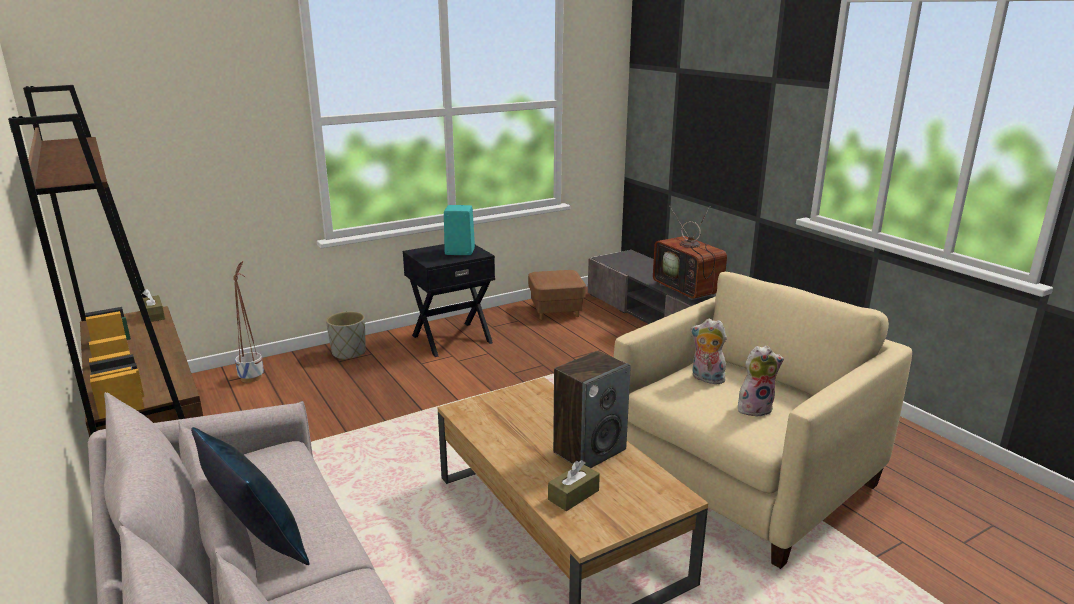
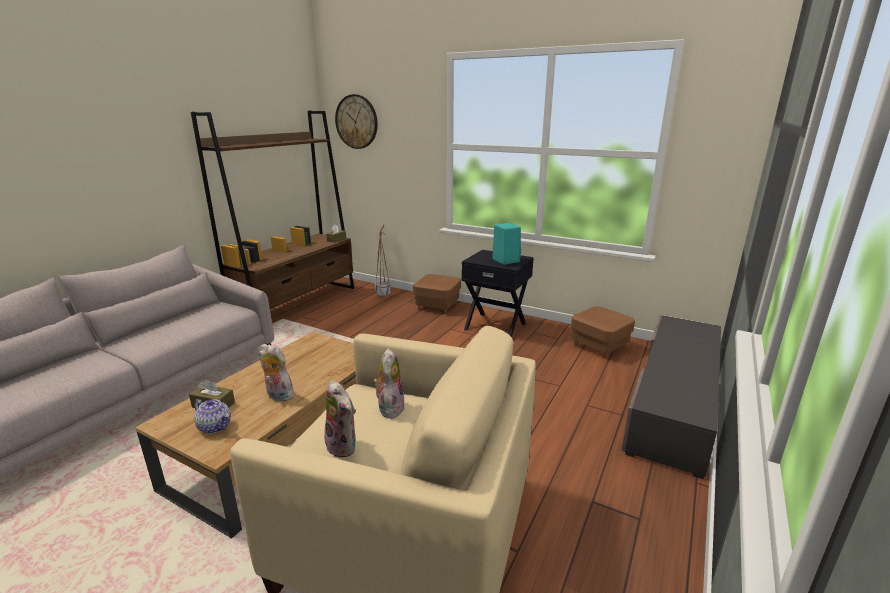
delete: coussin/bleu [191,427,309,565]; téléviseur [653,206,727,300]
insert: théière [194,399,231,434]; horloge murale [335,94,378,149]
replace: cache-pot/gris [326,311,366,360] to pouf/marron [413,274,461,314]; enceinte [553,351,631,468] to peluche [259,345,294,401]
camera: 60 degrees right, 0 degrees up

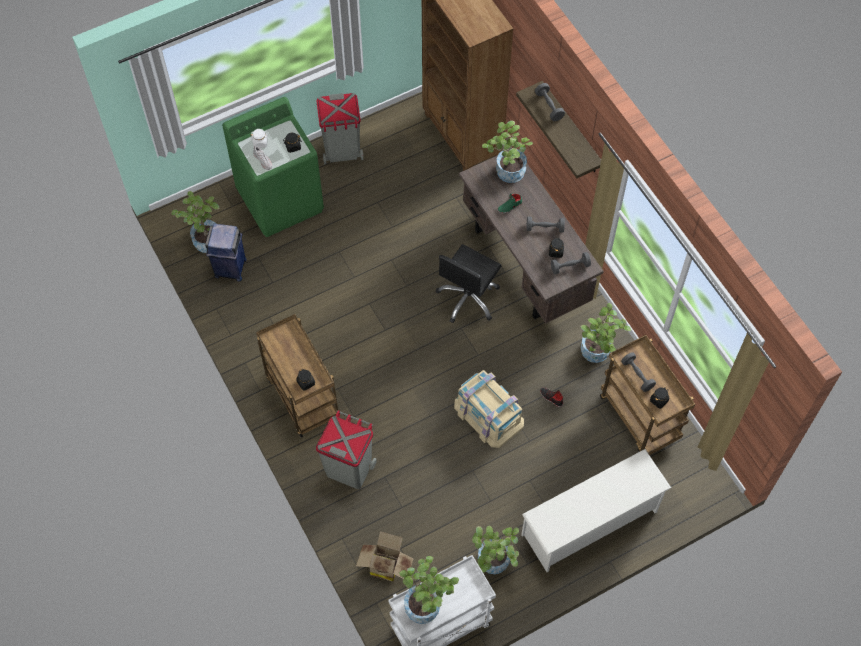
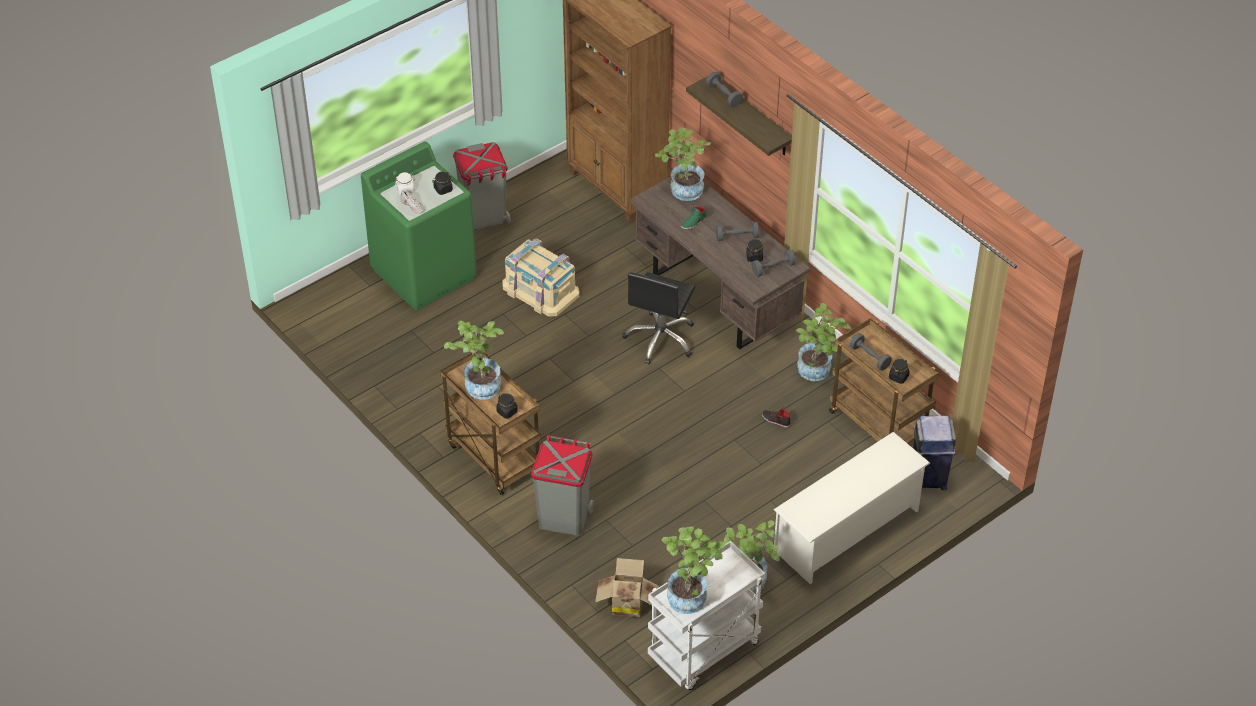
move: plante en pot [171,191,219,253] to [444,321,504,400]; poubelle/bleu [205,224,246,282] to [913,416,956,490]; boîte de rangement/beige [454,370,524,448] to [502,238,579,317]
camera: 10 degrees left, 15 degrees down

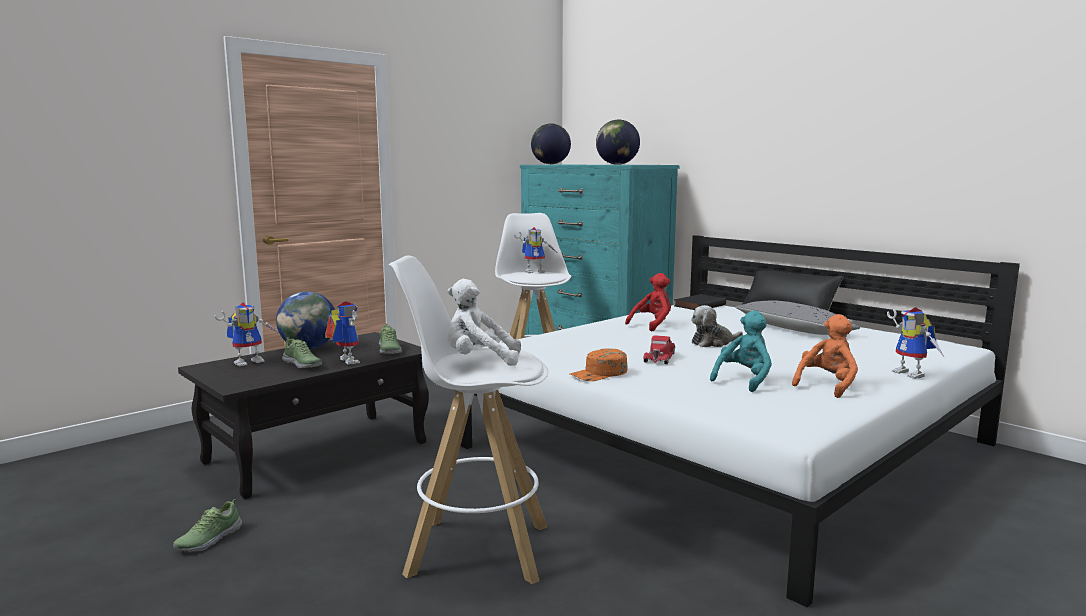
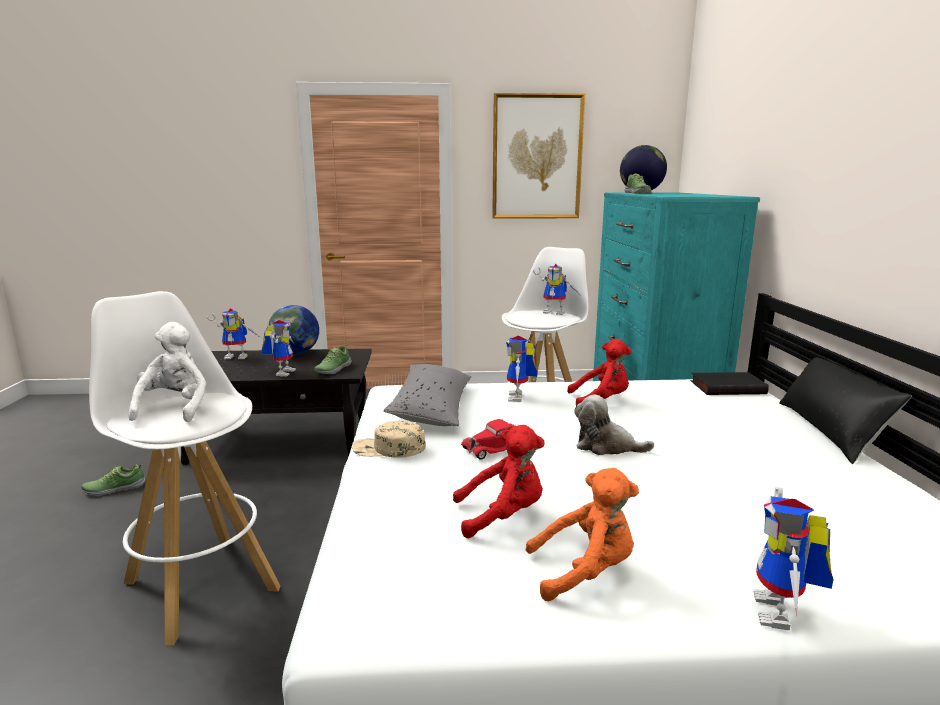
delete: globe [596,120,640,165]
insert: tableau [492,93,585,219]; robot jouet [506,336,537,402]
move: chaussure [282,337,322,368] to [624,174,652,194]; coussin/gris [735,300,860,335] to [383,364,471,426]
recolor: casquette/orange [570,348,628,381] to casquette/beige [352,421,425,458]; peluche/turquoise [710,310,772,392] to peluche/rouge [453,425,545,538]
rotate: peluche/blanc [447,279,521,366] = [128,322,206,422] 45 degrees clockwise
camera: 40 degrees right, 5 degrees up

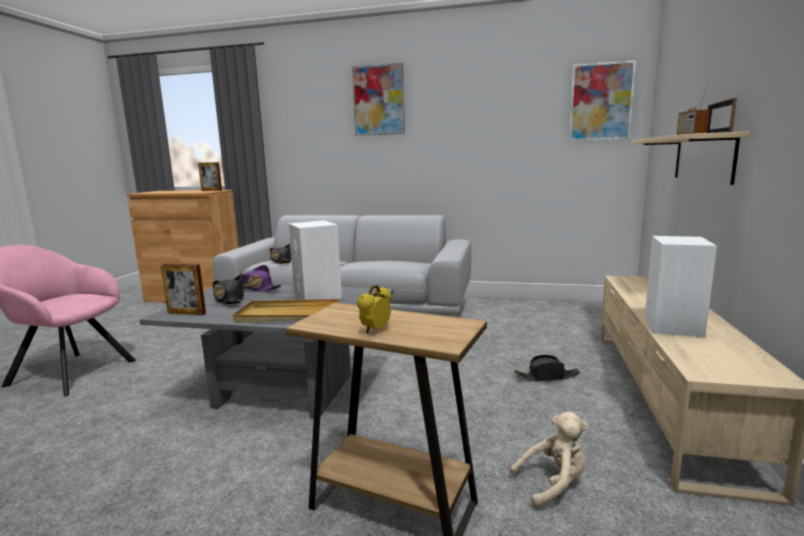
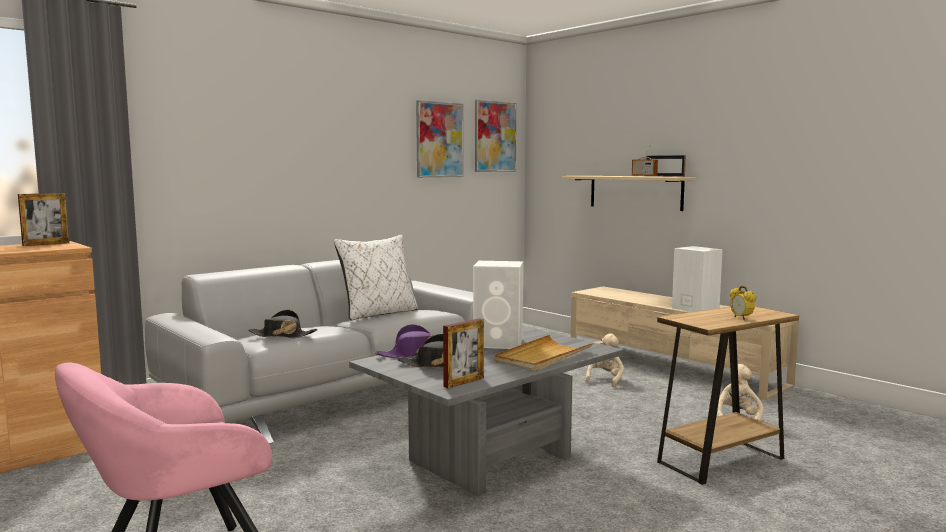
insert: coussin/blanc [334,235,418,320]
move: tableau [352,63,405,136] to [416,100,464,178]
replace: chapeau/noir [514,355,580,382] to peluche/beige [585,333,624,387]
camera: 55 degrees left, 5 degrees down

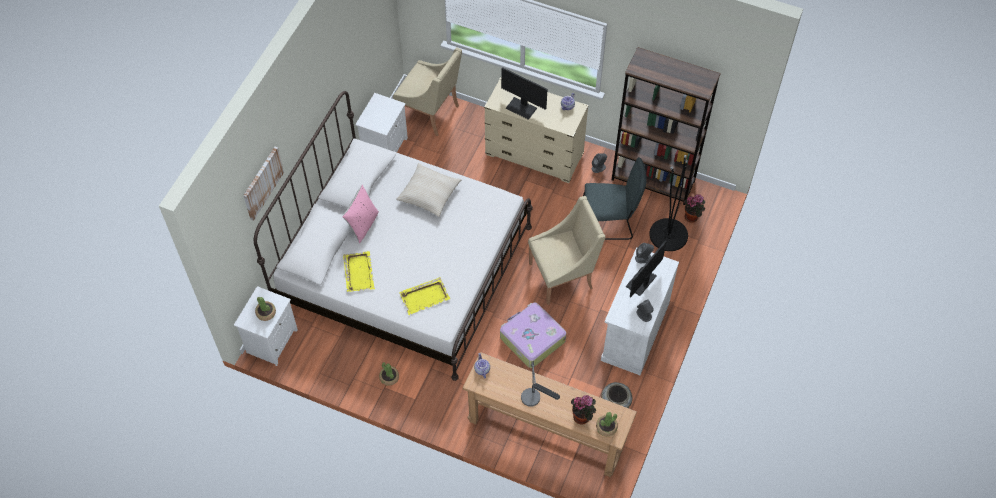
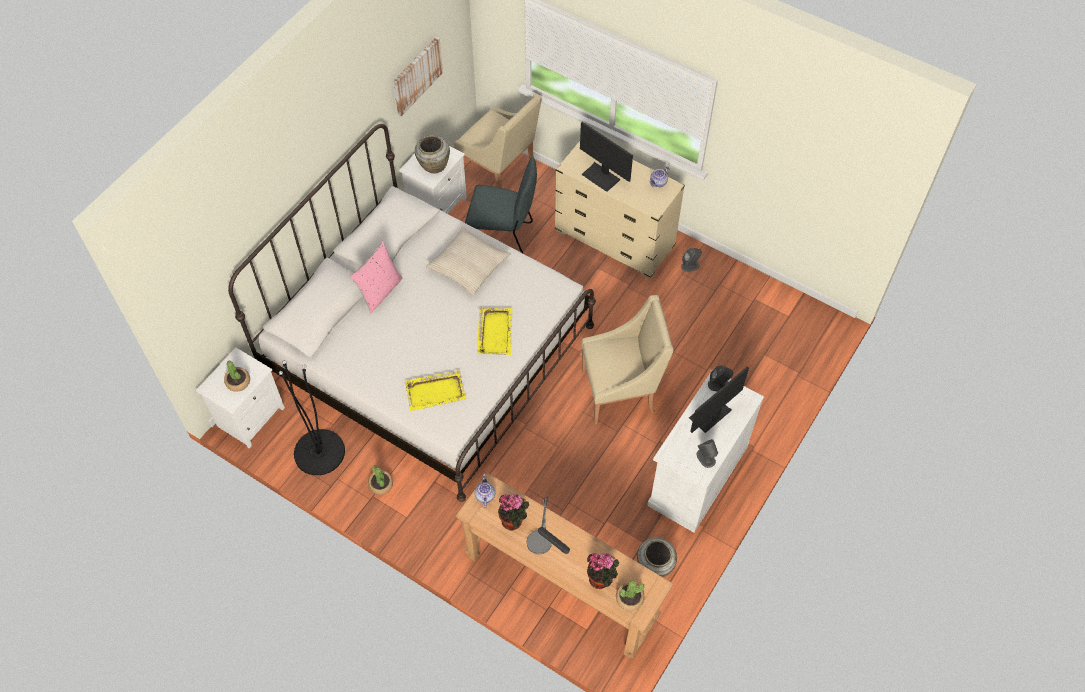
delete: valise [500,303,566,368]; bibliothèque/marron [612,47,721,205]
insert: vase/beige [415,135,450,173]
move: tableau [243,147,284,221] to [393,37,443,117]; plateau/jaune [343,251,375,292] to [477,308,512,355]; chaise/gris [583,157,647,240] to [465,157,537,253]; lampadaire/noir [649,155,688,251] to [279,360,345,475]; plante en pot [684,194,705,223] to [498,494,529,531]
camera: 10 degrees right, 0 degrees up

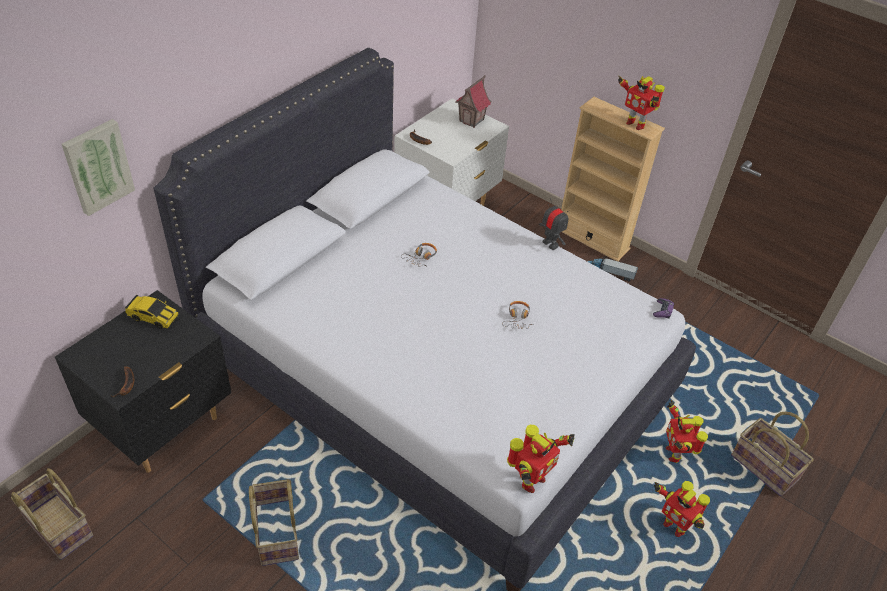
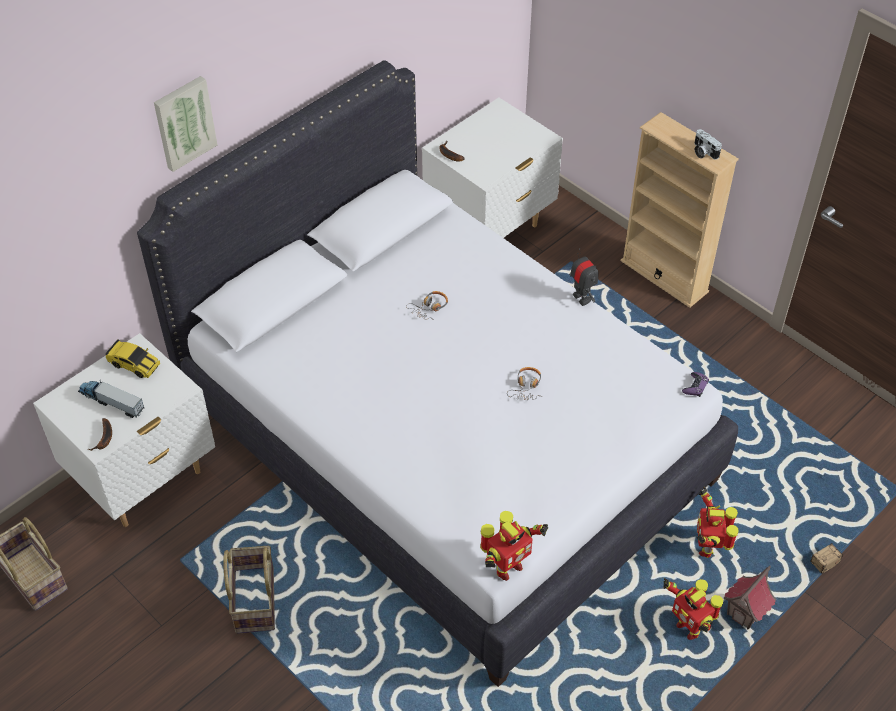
move: tableau [62,119,135,216] to [154,76,217,172]; maison miniature [455,75,491,128] to [724,566,776,629]; camion jouet [587,257,638,281] to [78,381,144,418]
replace: robot jouet [618,76,665,130] to appareil photo [694,129,722,160]; panier [731,412,814,497] to boîte de rangement [810,543,843,574]
recolor: table de chevet/noir [55,290,231,473] to table de chevet/blanc [33,333,215,527]
camera: 10 degrees right, 5 degrees up

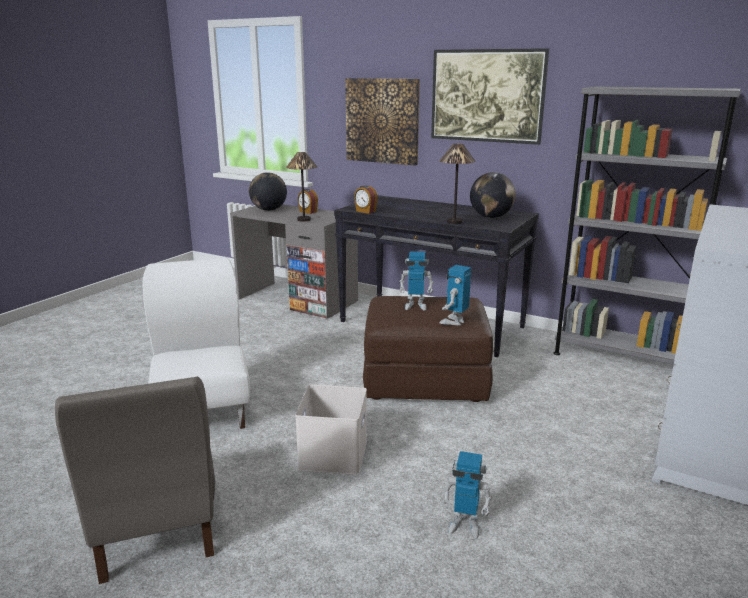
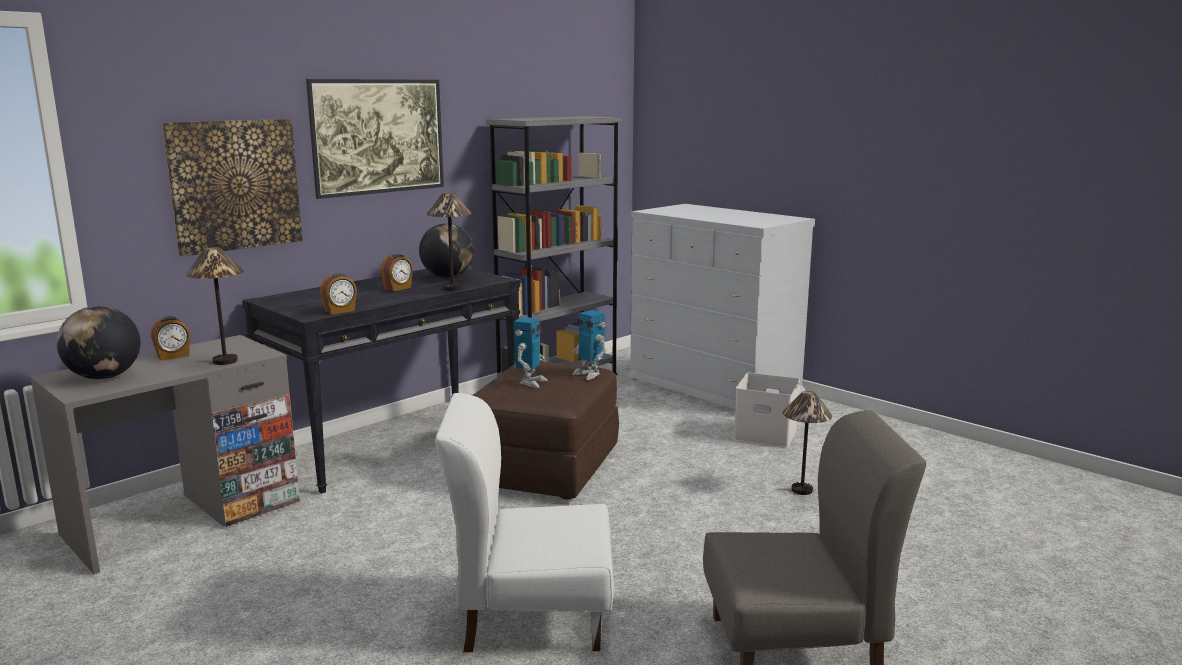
insert: réveil [381,254,413,291]
move: boîte de rangement/blanc [295,385,367,475] to [733,373,800,448]
replace: robot jouet [442,451,492,539] to lampe de table [783,391,832,495]
camera: 75 degrees left, 5 degrees down

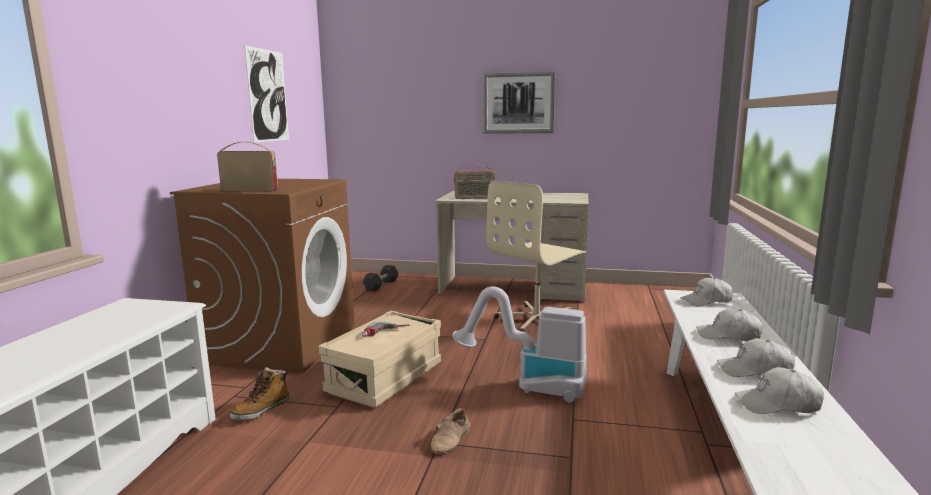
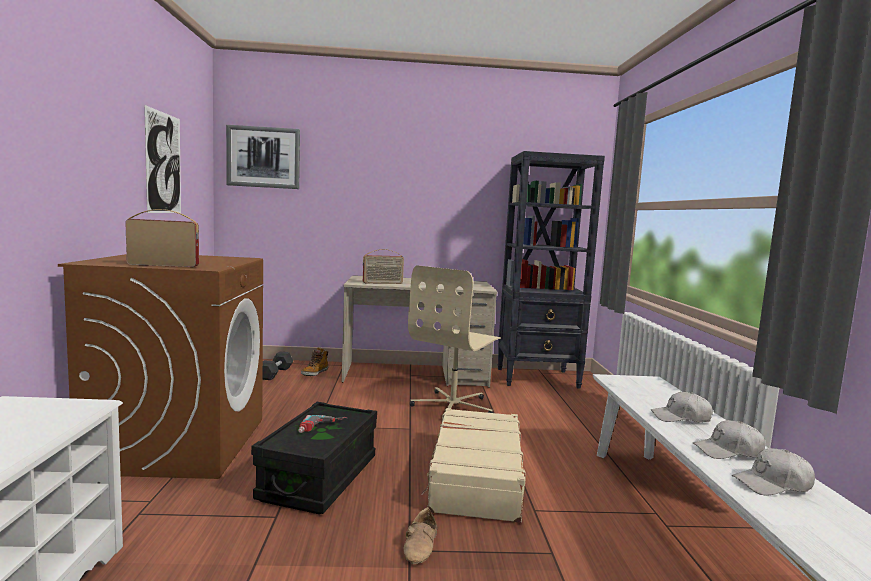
delete: casquette/blanc [680,277,733,306]
insert: bibliothèque/noir [497,151,605,389]
move: botte [230,367,290,420] to [301,347,328,376]; tableau [483,71,555,134] to [226,125,300,189]
replace: aspirateur [452,286,587,403] to valise/beige [421,408,526,523]
recolor: boîte de rangement/beige [318,311,441,408] to boîte de rangement/noir [251,402,377,514]
camera: 15 degrees left, 5 degrees down

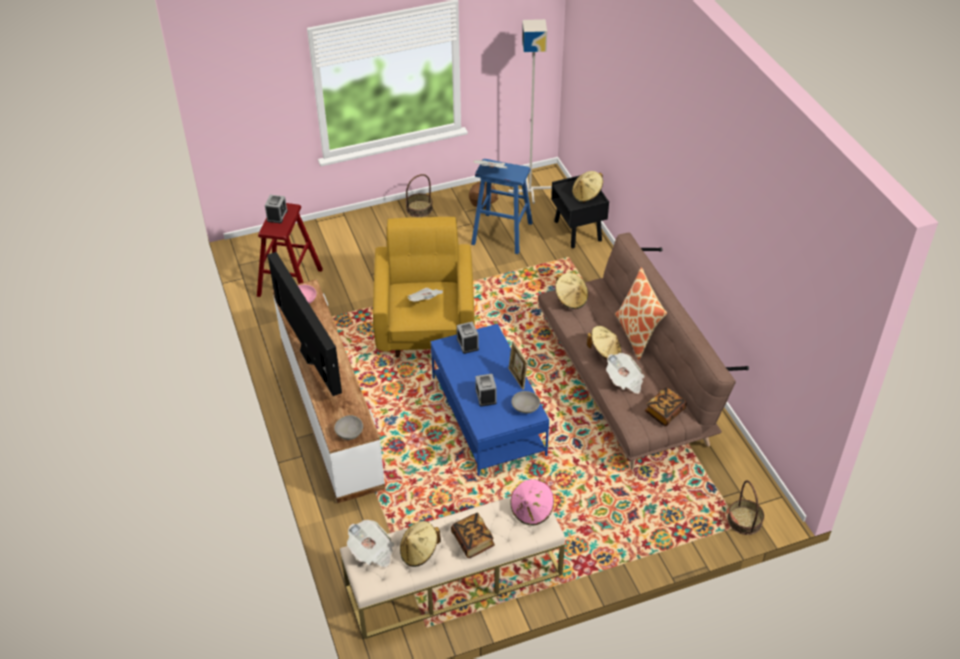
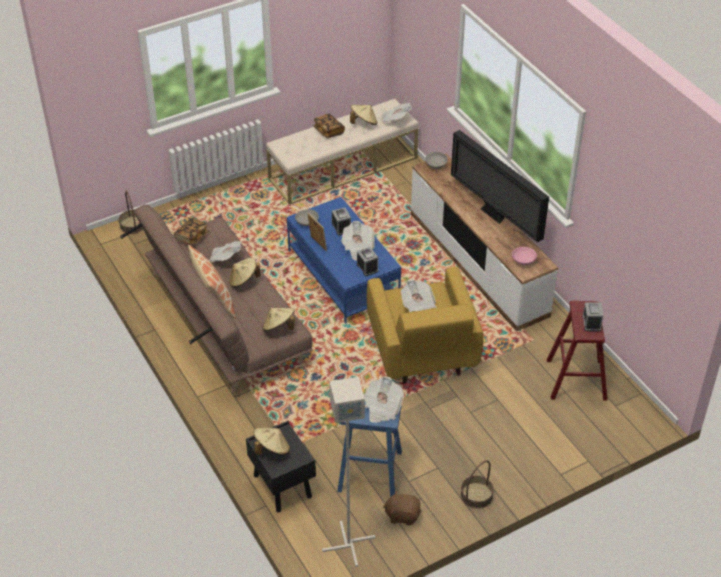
delete: chapeau/rose [511,479,554,526]
insert: journal [341,221,375,261]
camera: 170 degrees right, 0 degrees up

